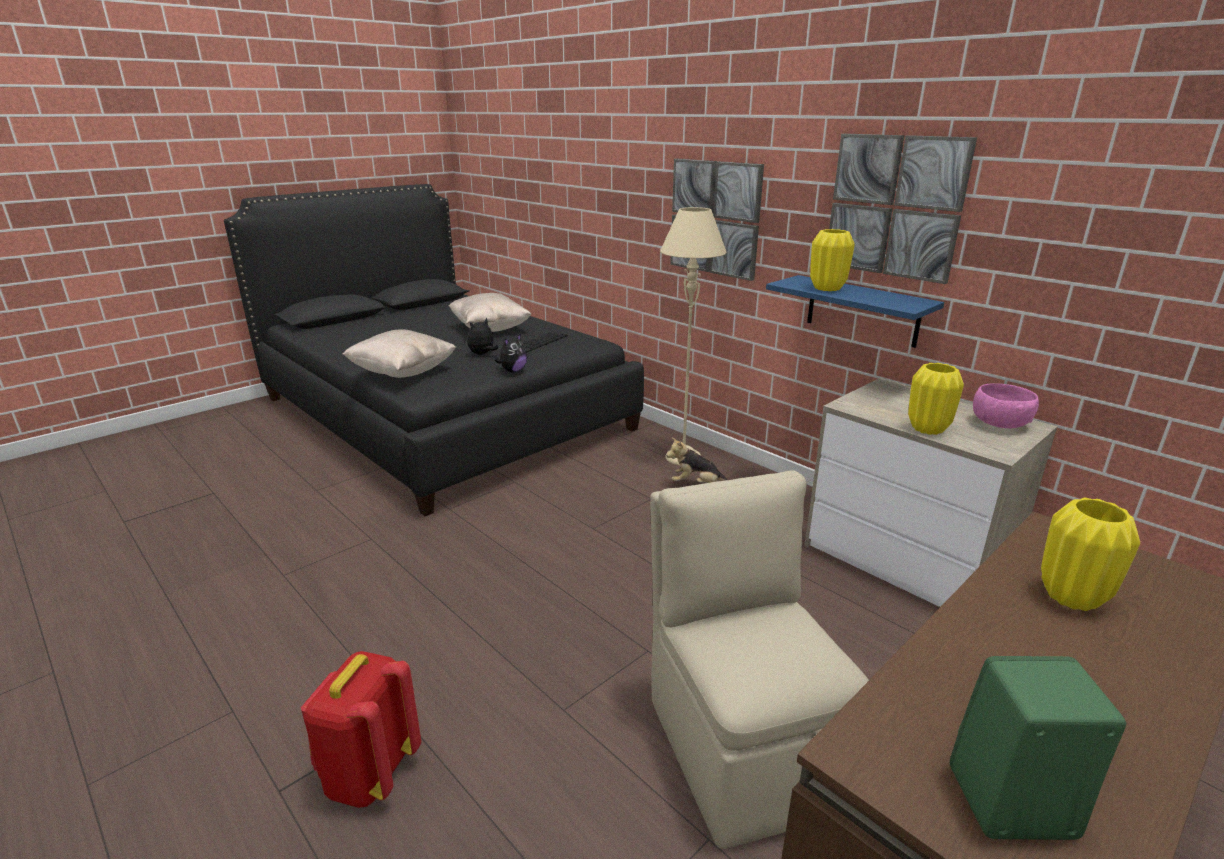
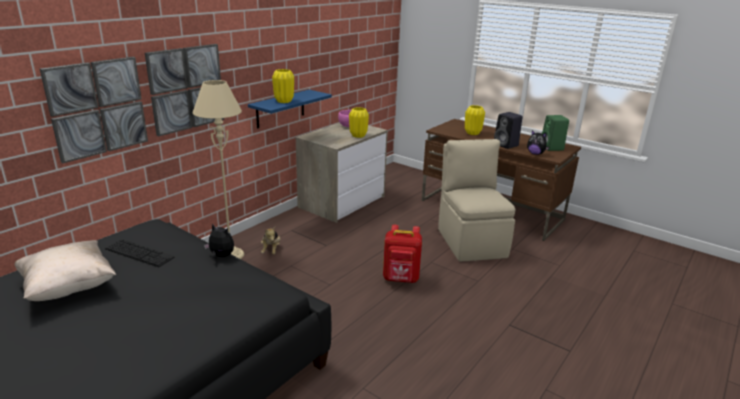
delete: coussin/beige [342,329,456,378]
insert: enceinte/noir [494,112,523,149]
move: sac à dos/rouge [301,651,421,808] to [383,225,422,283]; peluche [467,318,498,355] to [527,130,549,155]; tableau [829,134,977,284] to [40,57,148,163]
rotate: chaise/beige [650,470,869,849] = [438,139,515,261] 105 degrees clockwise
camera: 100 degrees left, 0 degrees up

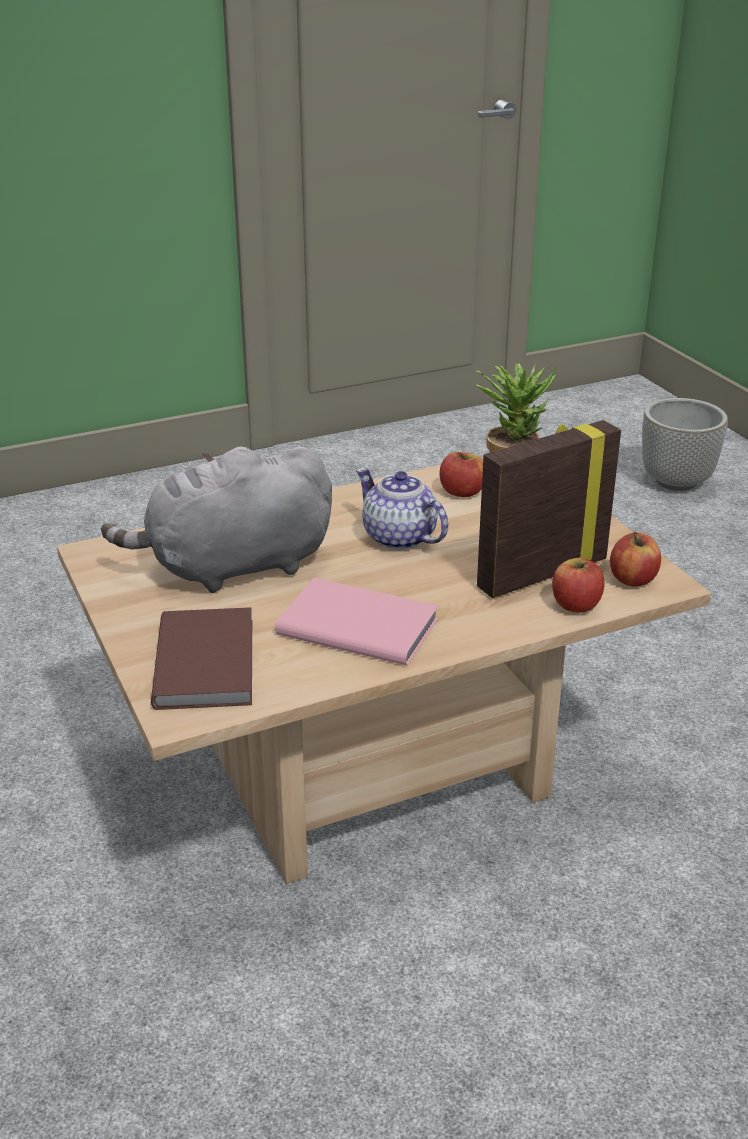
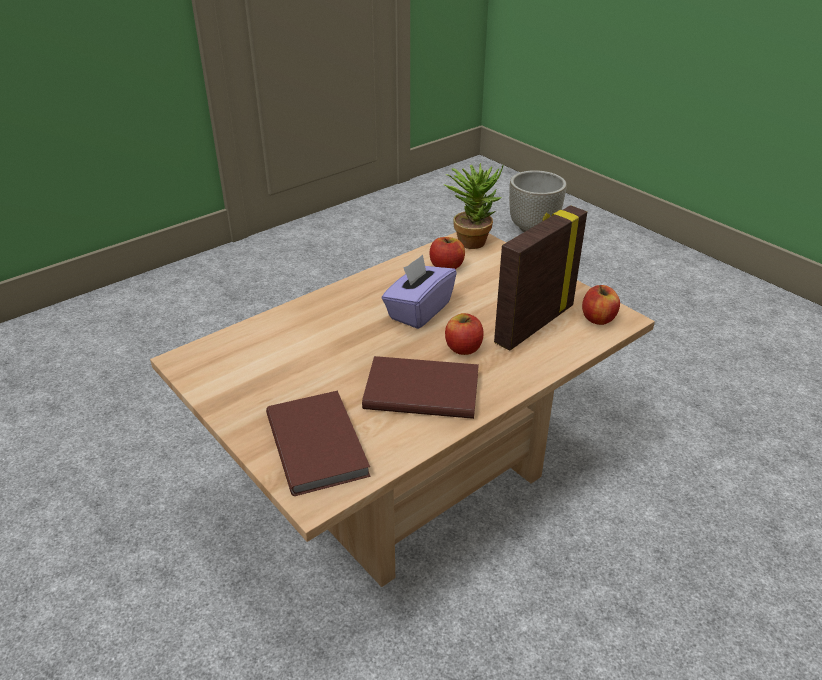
delete: peluche/gris [101,446,332,593]
move: pomme [552,557,604,613] to [445,313,484,355]
replace: théière [356,468,448,550] to boîte à mouchoirs/violet [382,254,457,329]
recolor: livre/rose [275,578,439,665] to livre/marron [362,356,479,419]
camera: 15 degrees left, 5 degrees up

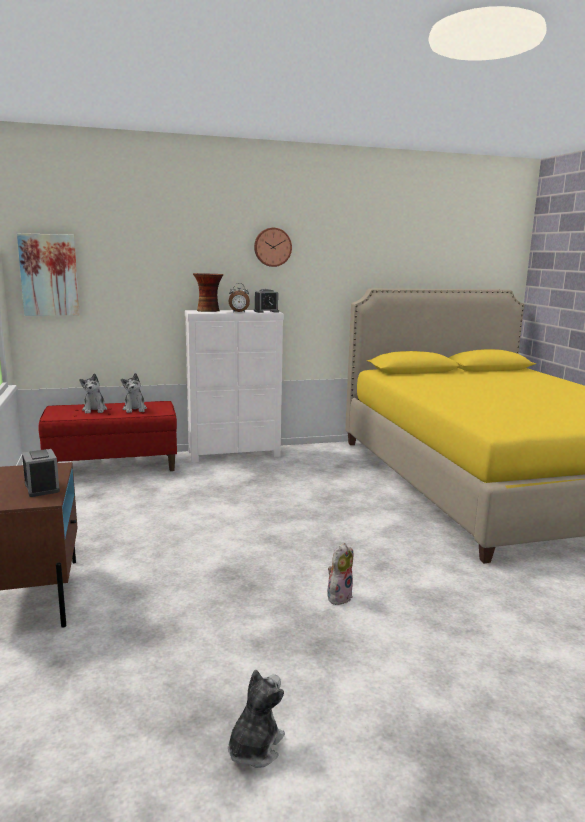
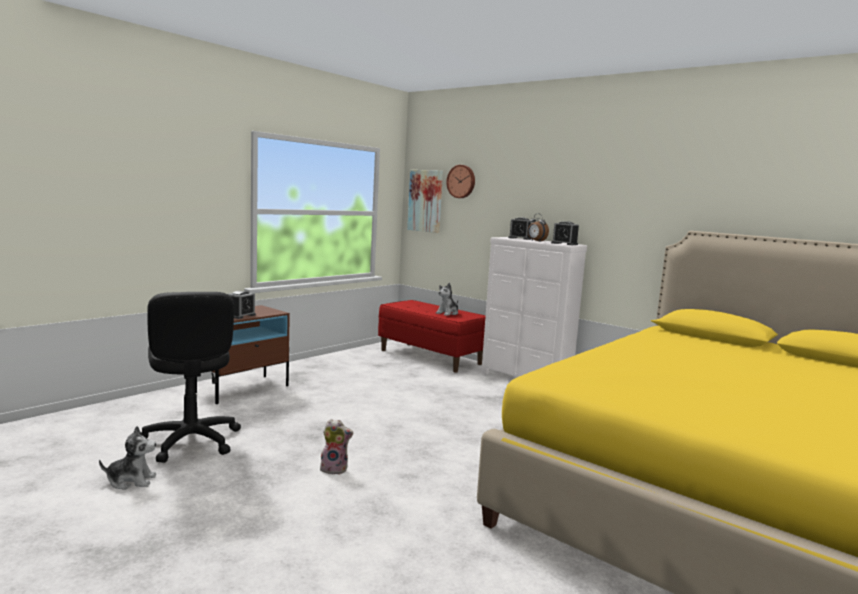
delete: peluche [79,373,107,413]
insert: chaise de bureau/noir [141,292,241,463]
move: horloge murale [254,228,292,267] to [446,165,475,198]
replace: vase [193,273,223,312] to réveil [508,218,532,240]
camera: 55 degrees right, 5 degrees down

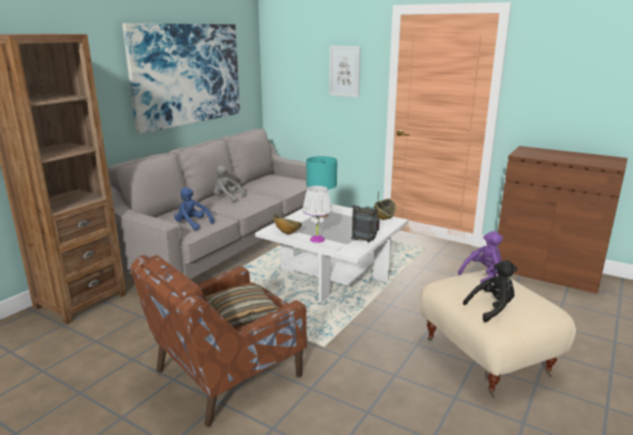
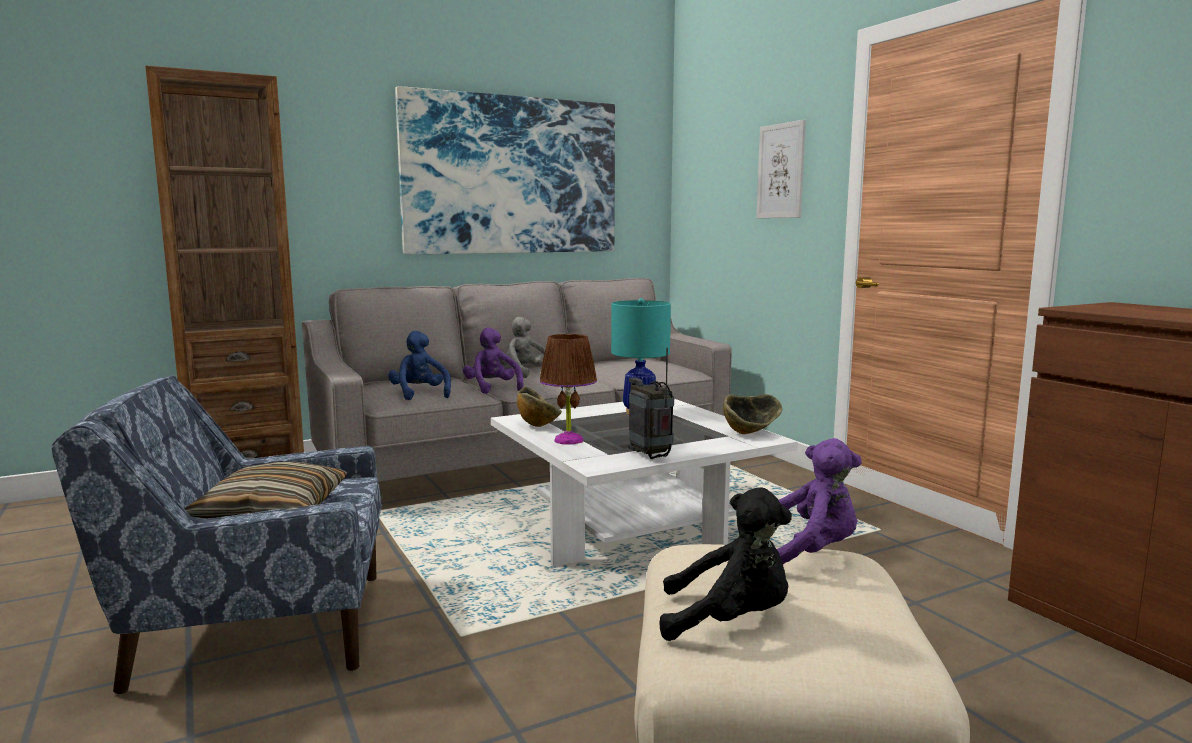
insert: peluche/violet [463,327,523,394]
recolor: fauteuil/marron [131,255,307,427] to fauteuil/bleu [52,375,382,694]; lampe de table/blanc [303,186,332,243] to lampe de table/marron [539,334,597,444]
camera: 30 degrees right, 10 degrees down

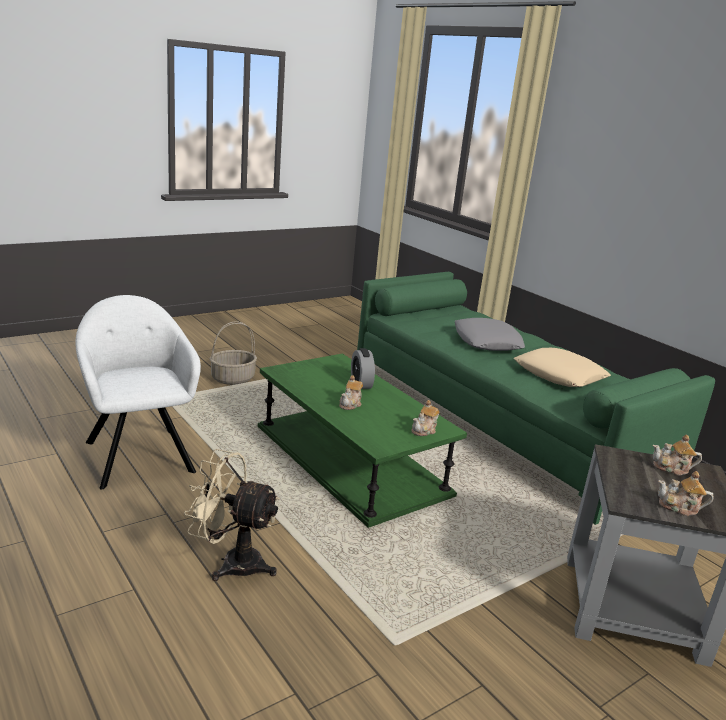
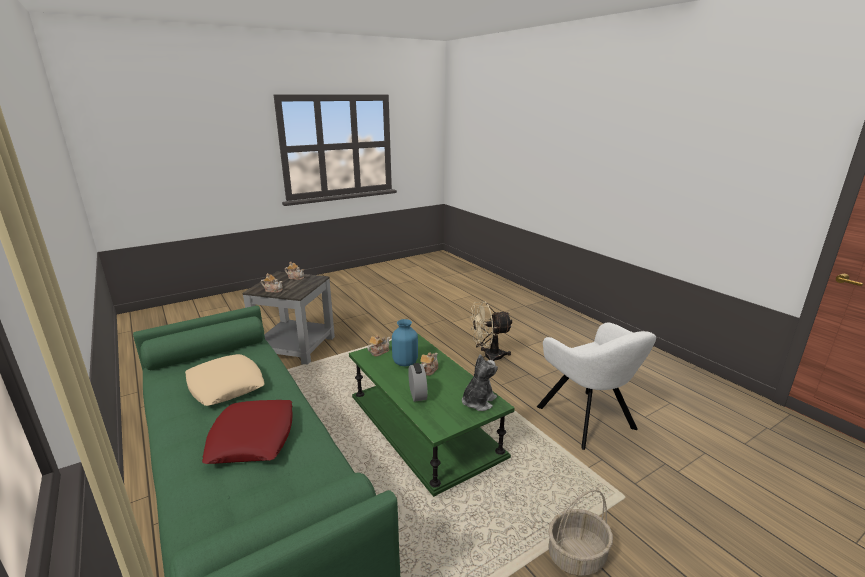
insert: vase/bleu [392,319,418,366]; peluche [462,354,498,411]
recolor: coussin/gris [455,318,525,351] to coussin/rouge [202,400,293,464]
rotate: ventilateur/beige [184,449,280,581] = [470,301,513,361] 150 degrees clockwise
camera: 175 degrees left, 0 degrees up

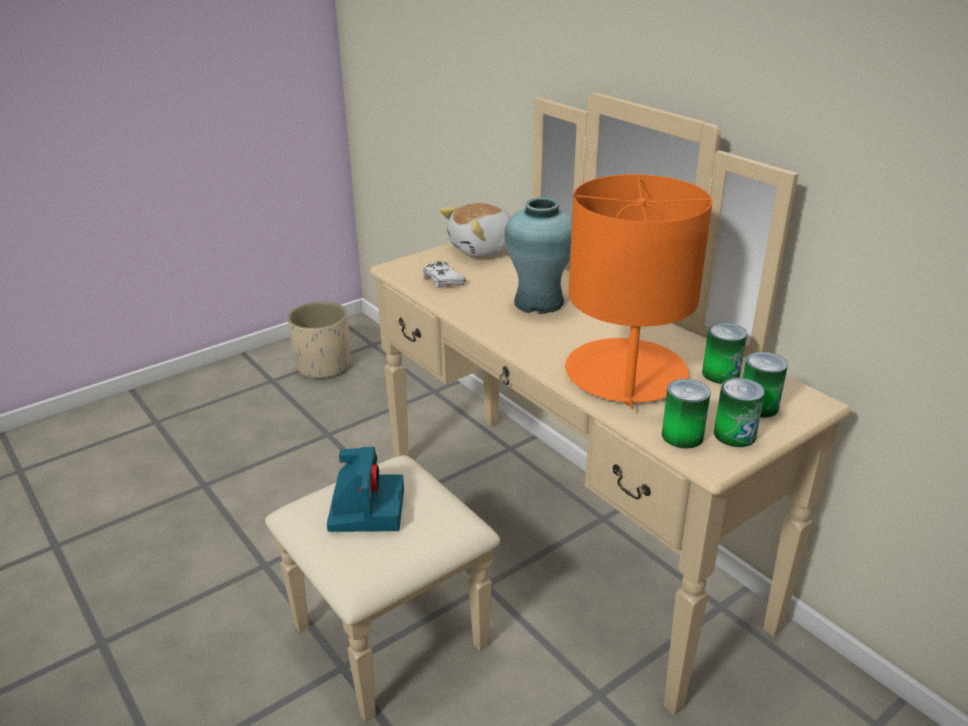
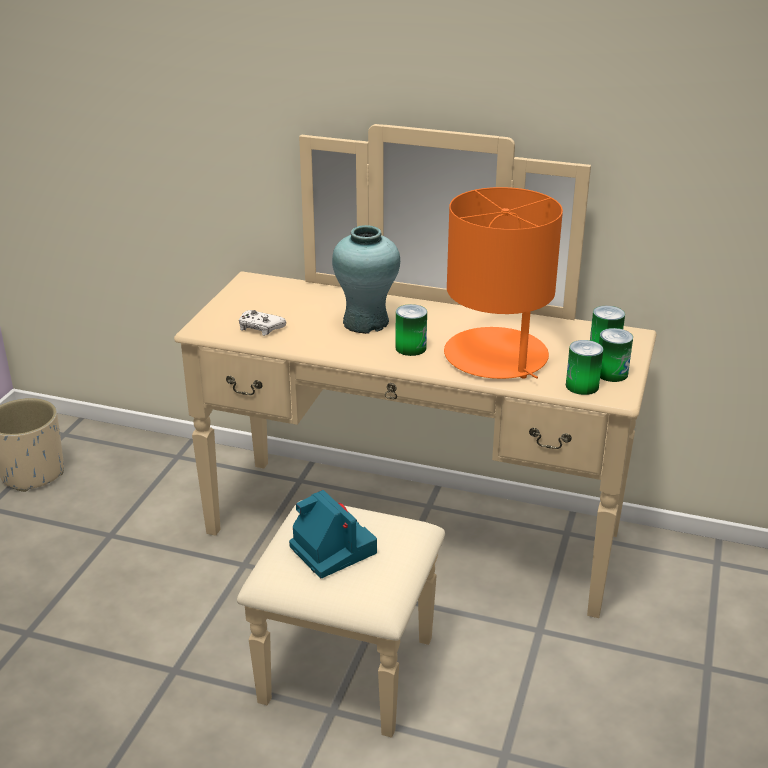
delete: peluche [440,203,511,257]
move: boîte métallique [702,322,747,384] to [395,304,427,356]
camera: 35 degrees left, 0 degrees up

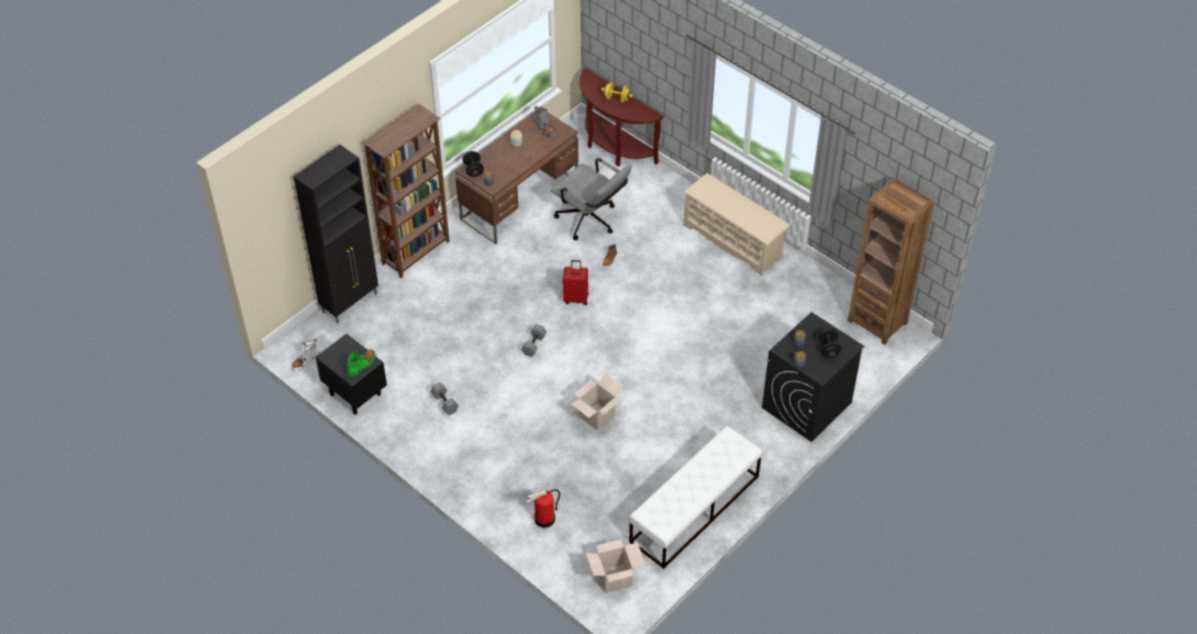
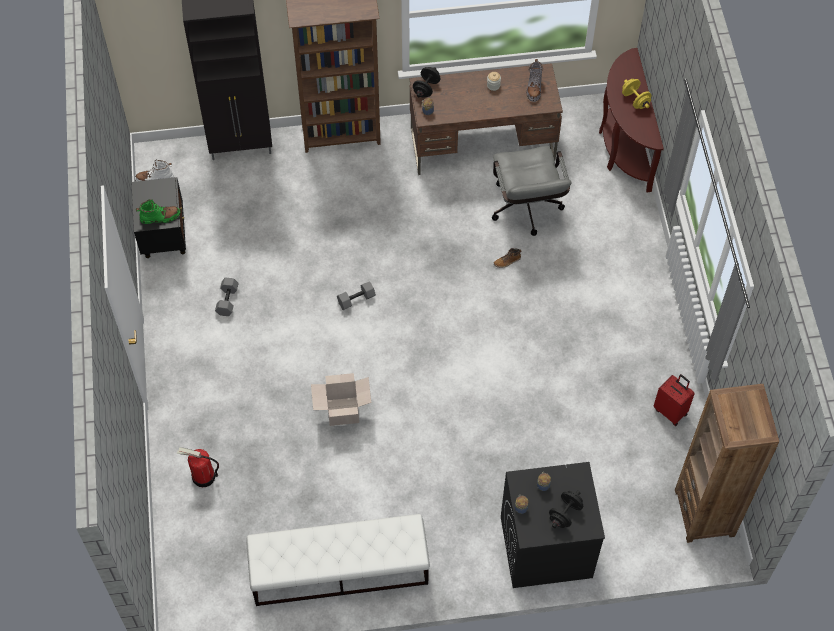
delete: carton [586,539,645,593]; étagère à chaussures/beige [684,173,790,276]
move: valise/rouge [563,260,589,305] to [654,374,695,426]
camera: 40 degrees right, 10 degrees up

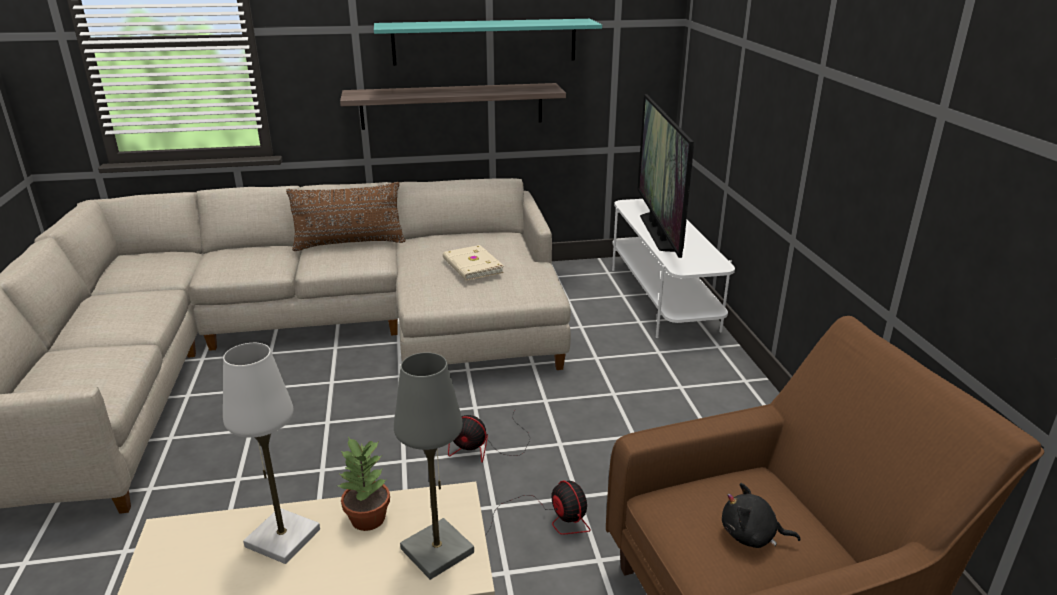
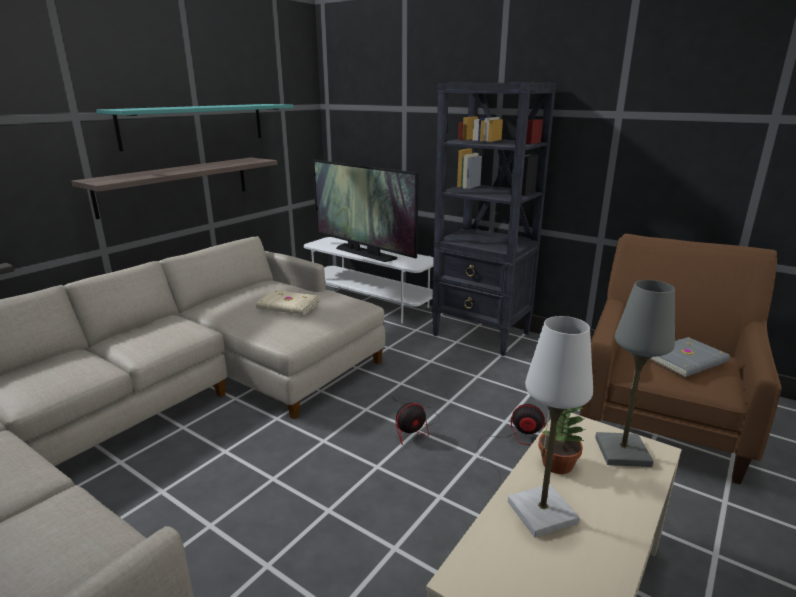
delete: coussin/marron [286,182,406,251]
insert: bibliothèque/noir [432,83,556,356]
replace: peluche/noir [722,483,801,548] to livre/gris [649,337,730,377]
camera: 45 degrees left, 5 degrees down

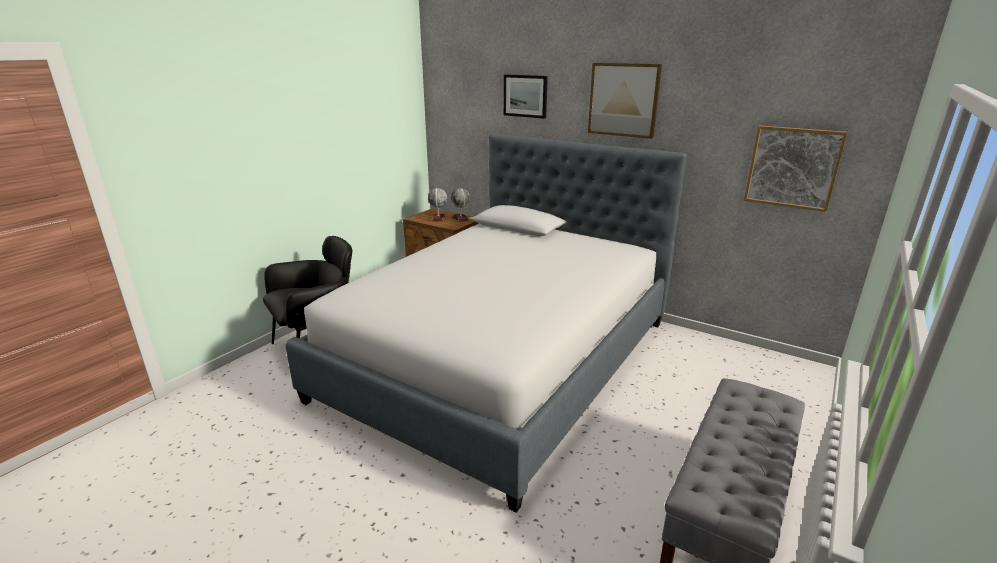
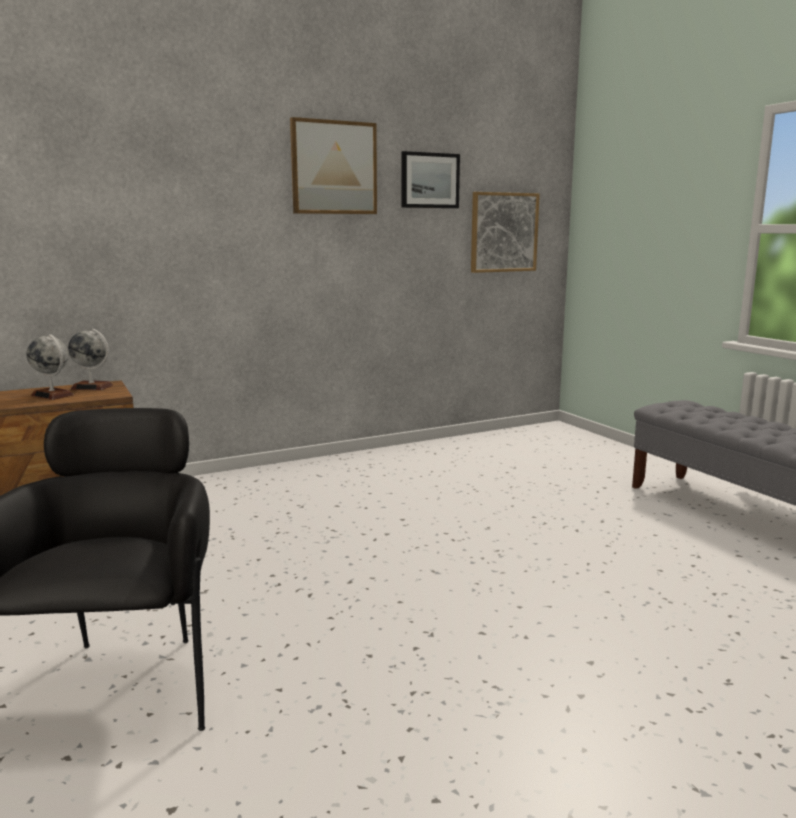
delete: lit [286,133,687,513]
move: tableau [504,74,548,119] to [402,151,460,208]
camera: 60 degrees left, 10 degrees down

